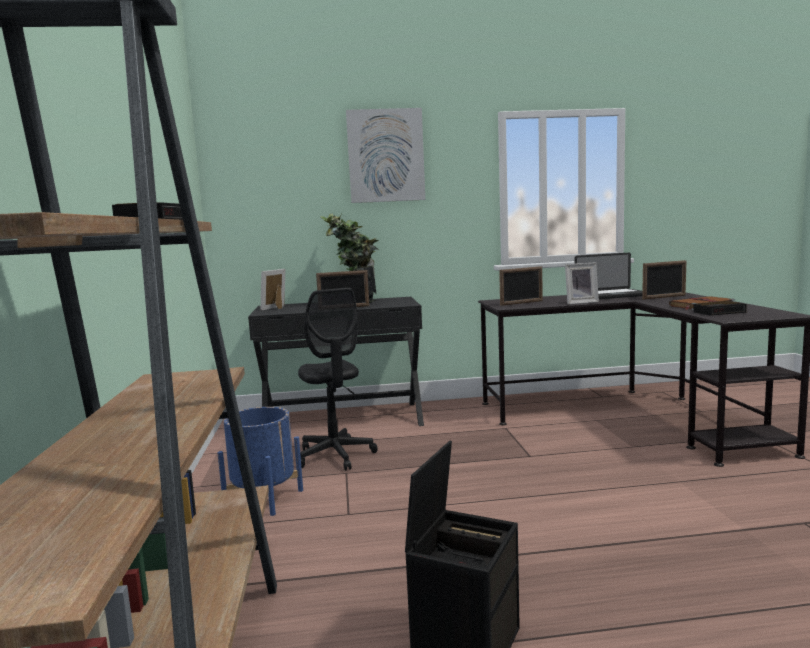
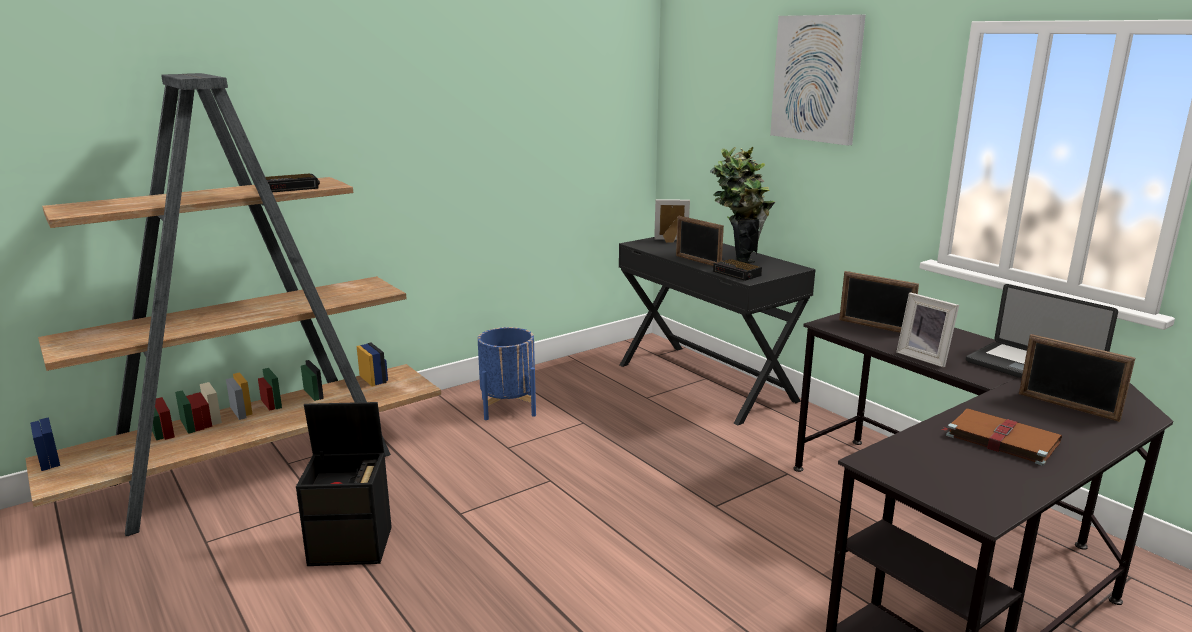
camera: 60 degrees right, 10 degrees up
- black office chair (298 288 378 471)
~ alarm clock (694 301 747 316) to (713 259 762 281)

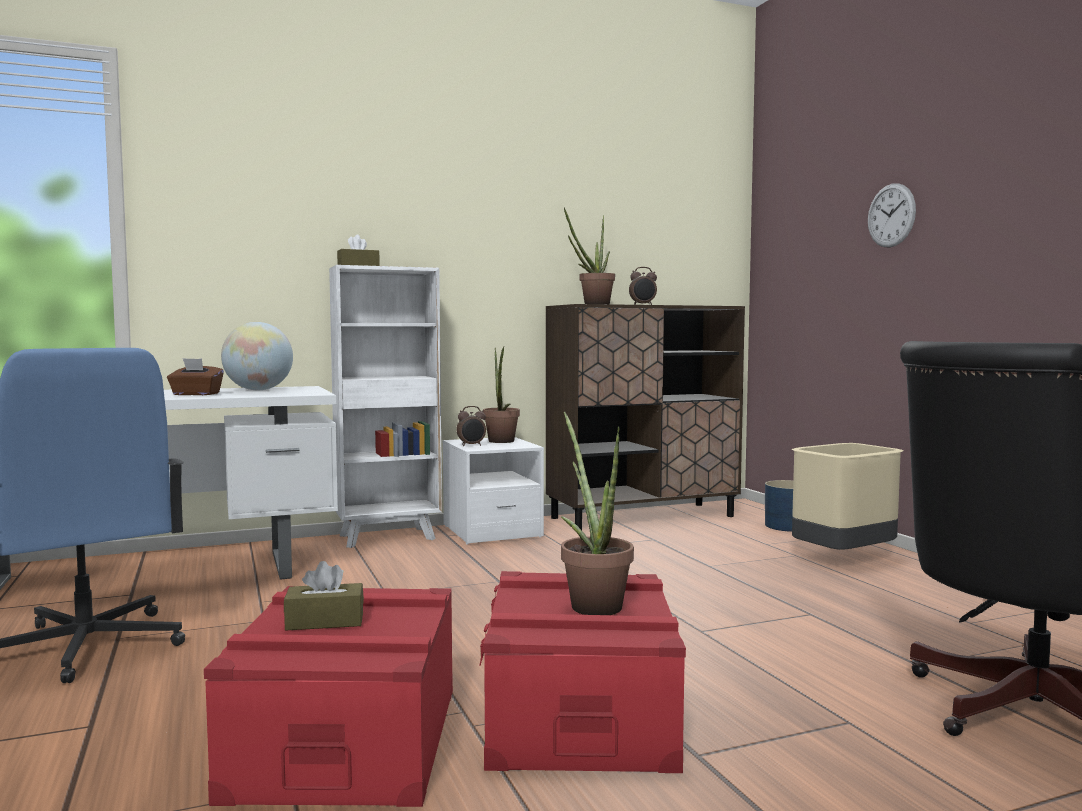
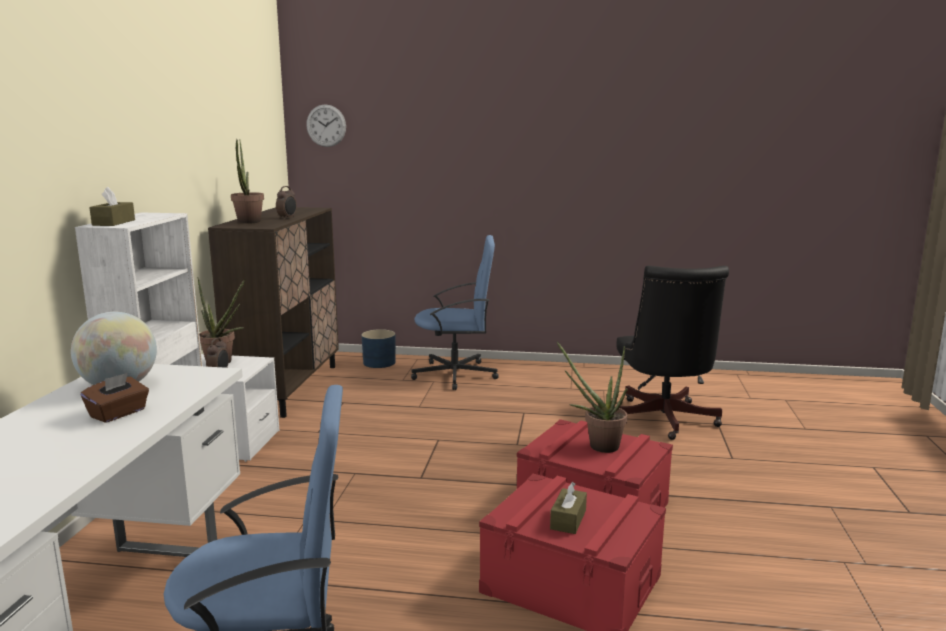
camera: 60 degrees left, 10 degrees up
~ beige trash can (791 443 903 550) to blue office chair (411 235 499 390)
~ wall clock (868 183 916 247) to (306 104 346 147)

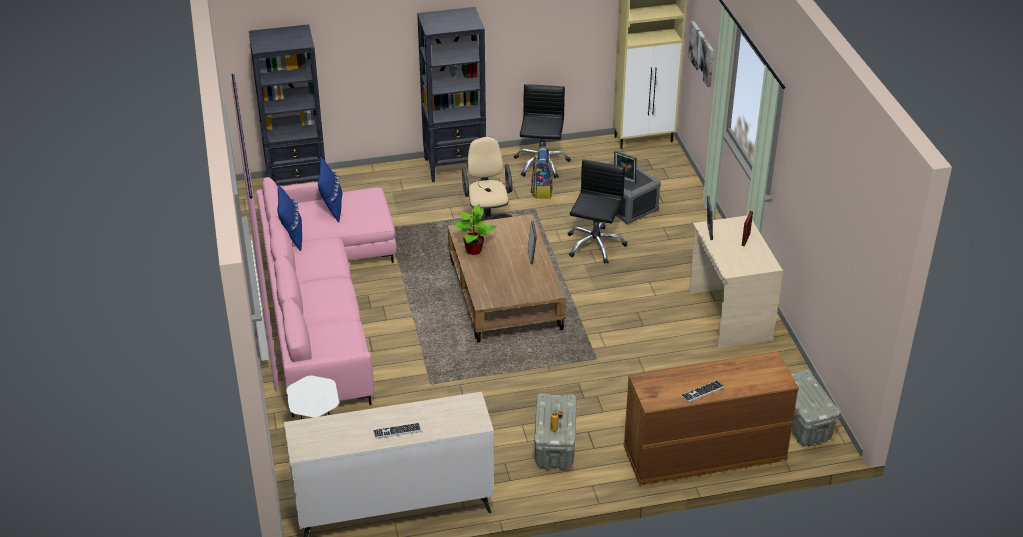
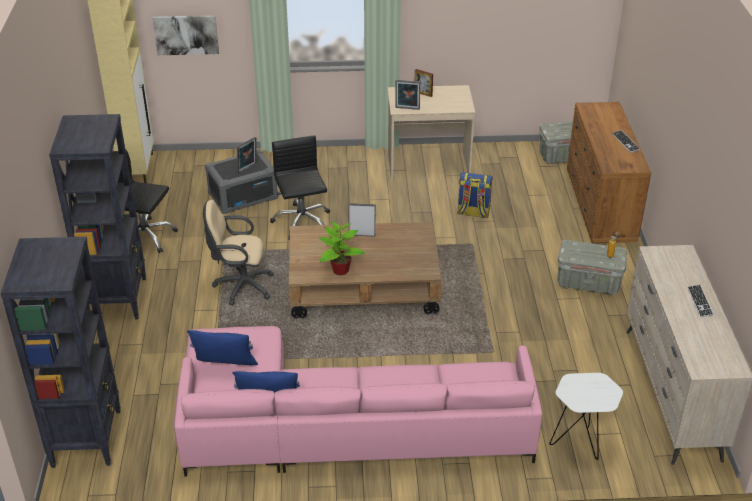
camera: 80 degrees left, 0 degrees up
~ backpack (531 146 553 199) to (457 172 493 218)
~ black office chair (568 160 627 264) = (270 135 330 240) 45 degrees clockwise

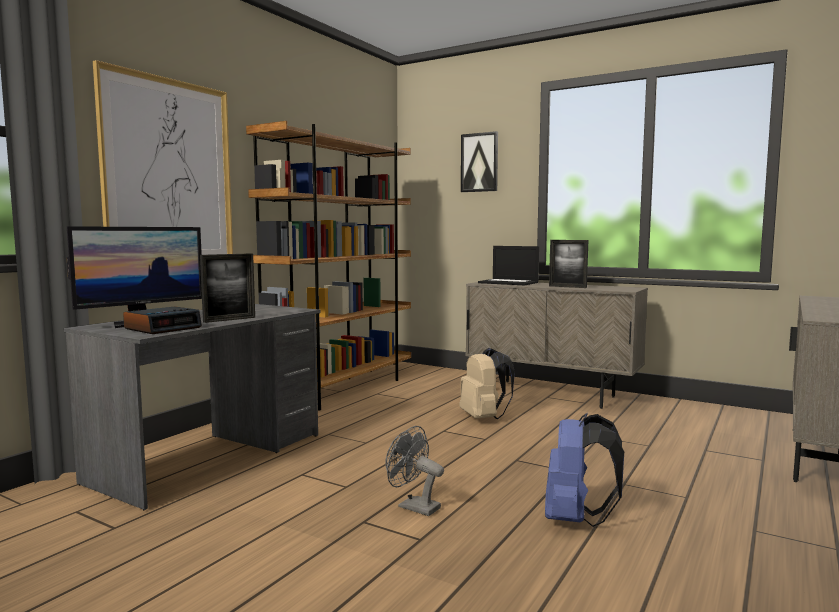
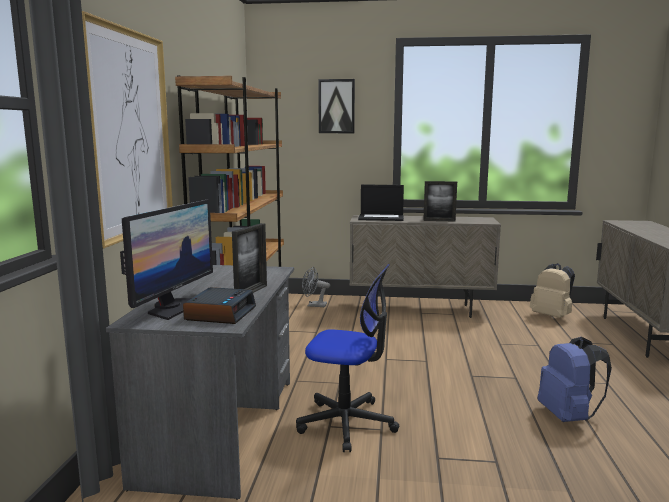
camera: 25 degrees left, 5 degrees up
~ grey fan (385 426 444 516) to (302 267 330 307)
~ beige backpack (459 348 515 419) to (530 263 575 318)
+ office chair (296 264 399 452)

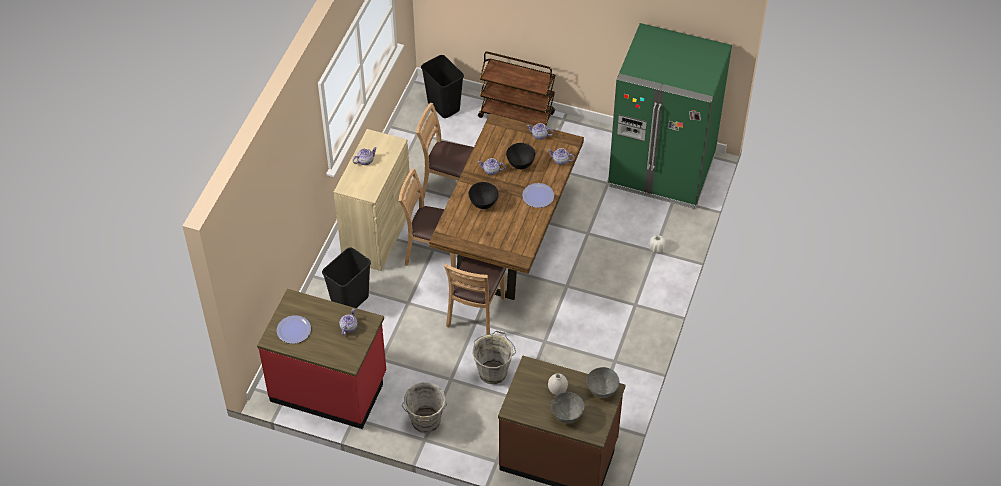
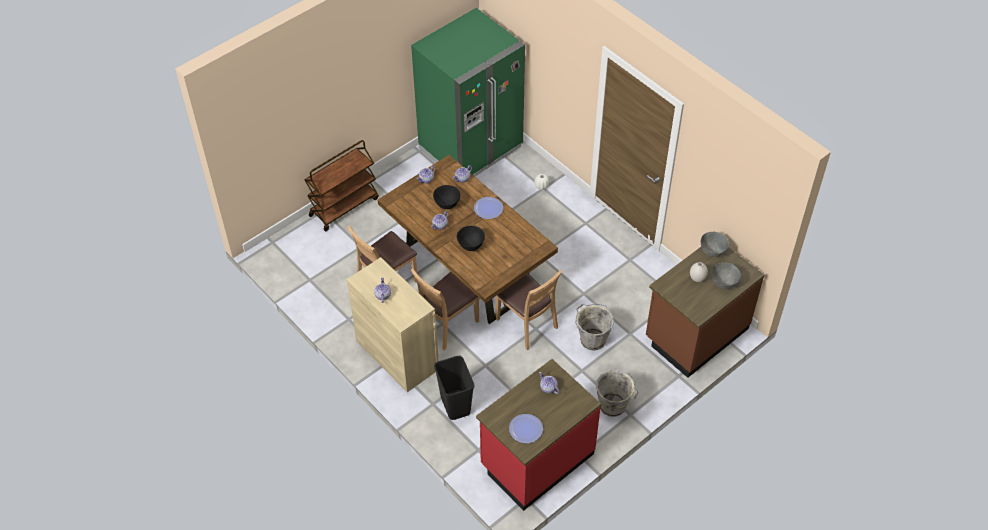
camera: 60 degrees left, 0 degrees up
- black trash can (421 55 464 118)

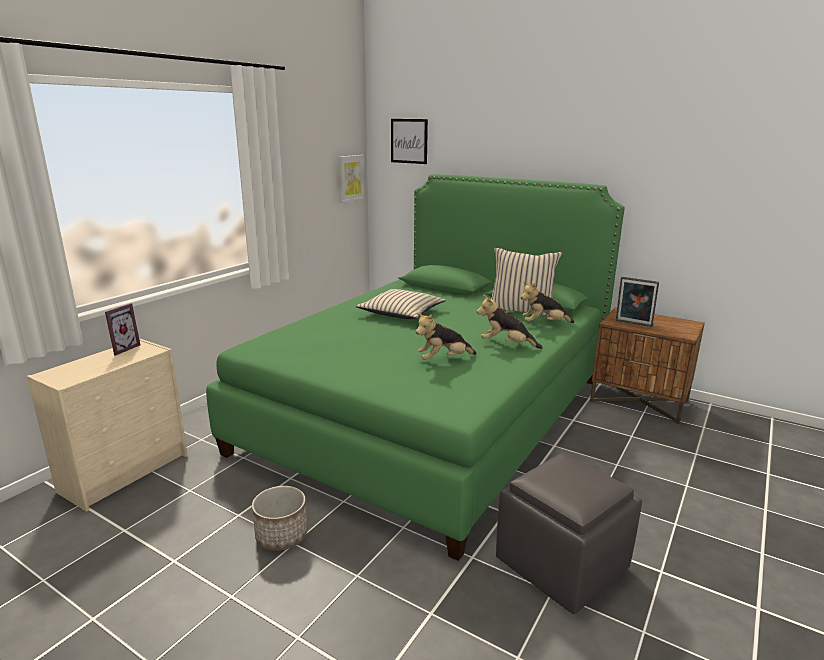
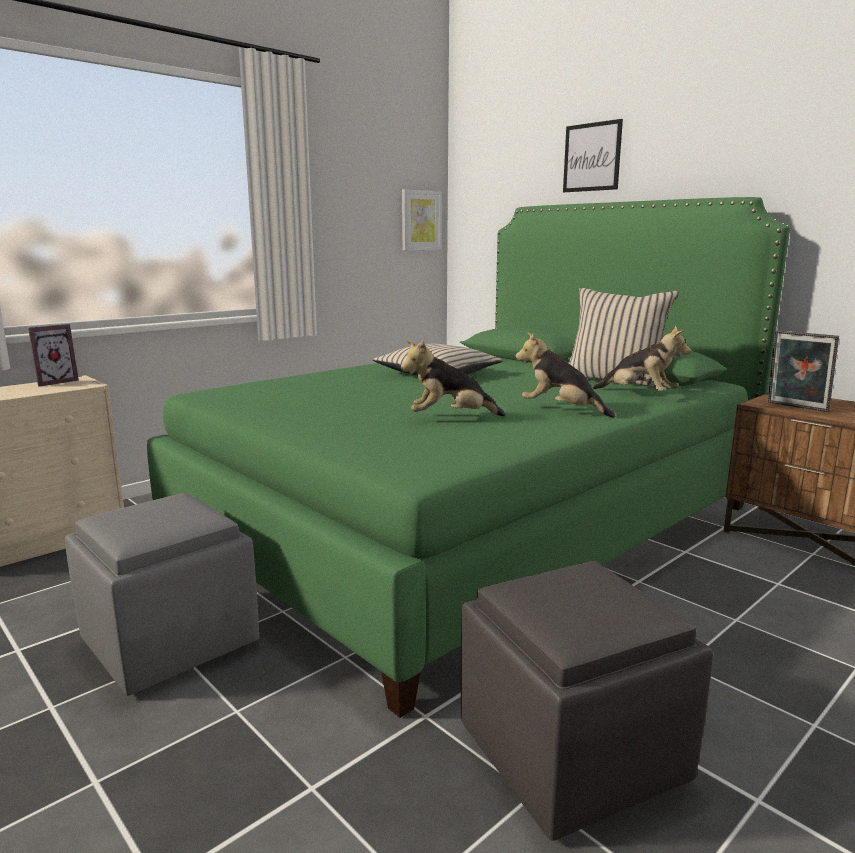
camera: 15 degrees right, 5 degrees down
~ planter (252 486 308 551) to grey ottoman (65 493 259 696)
~ picture (391 119 428 164) to (563 119 623 192)
~ plush toy (521 282 574 323) = (593 325 691 391) 150 degrees counterclockwise

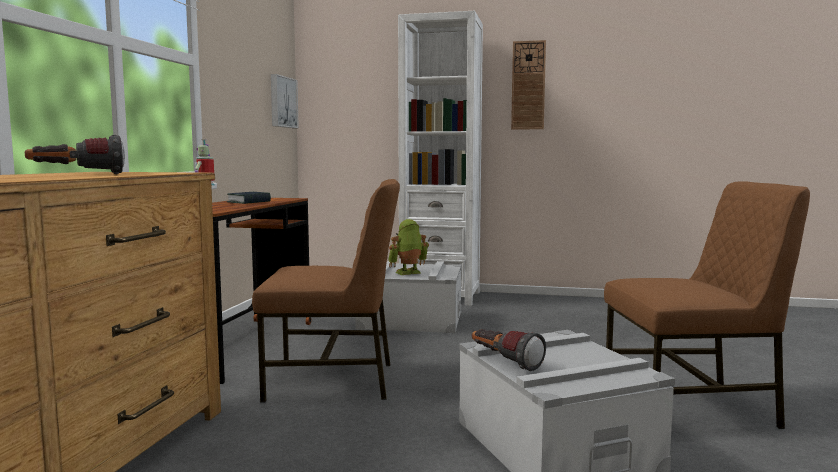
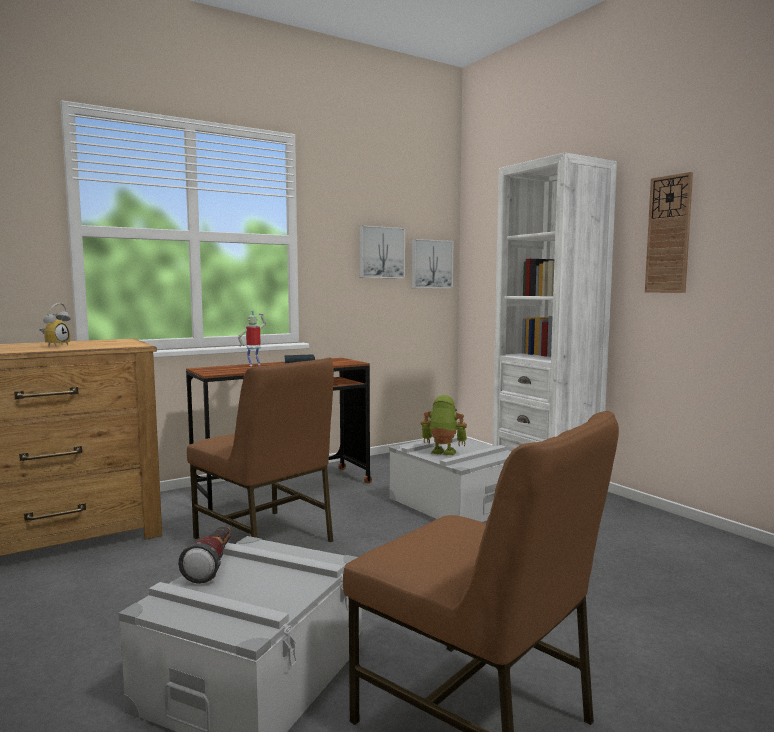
camera: 45 degrees right, 0 degrees up
~ flashlight (25 135 125 174) to alarm clock (39 303 70 347)
+ picture (359 225 405 278)

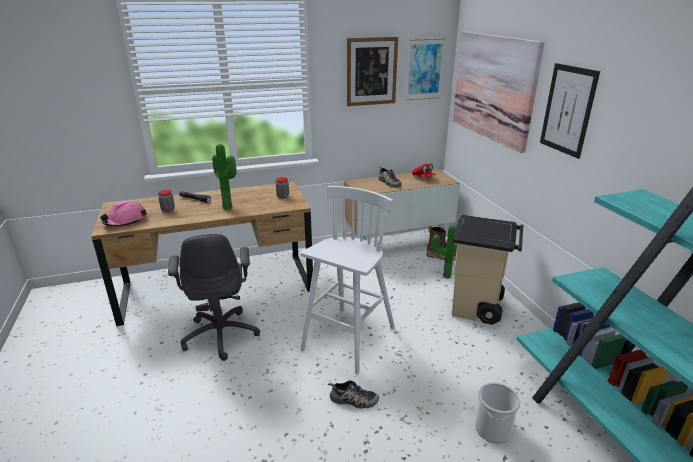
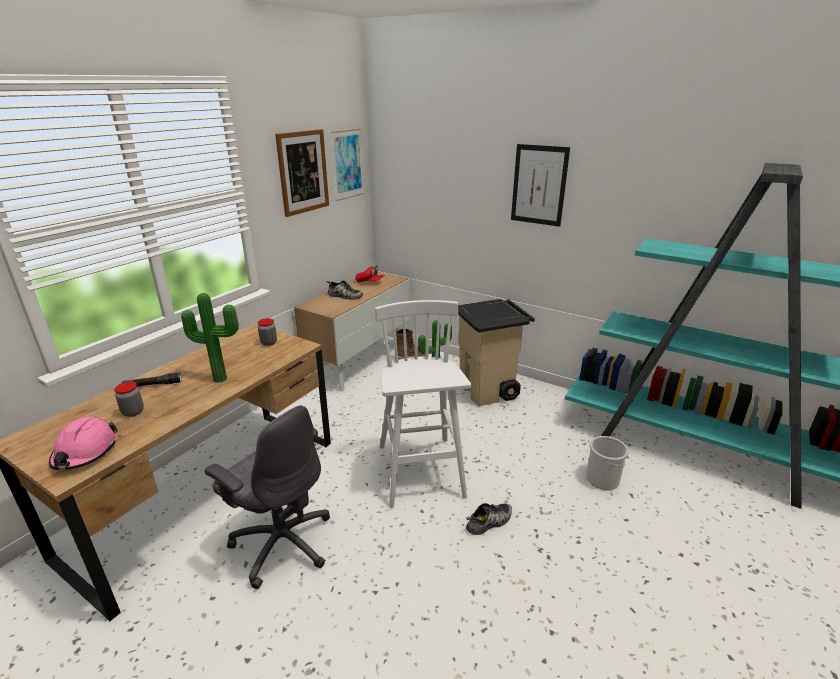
camera: 40 degrees left, 0 degrees up
- picture (453 32 545 153)

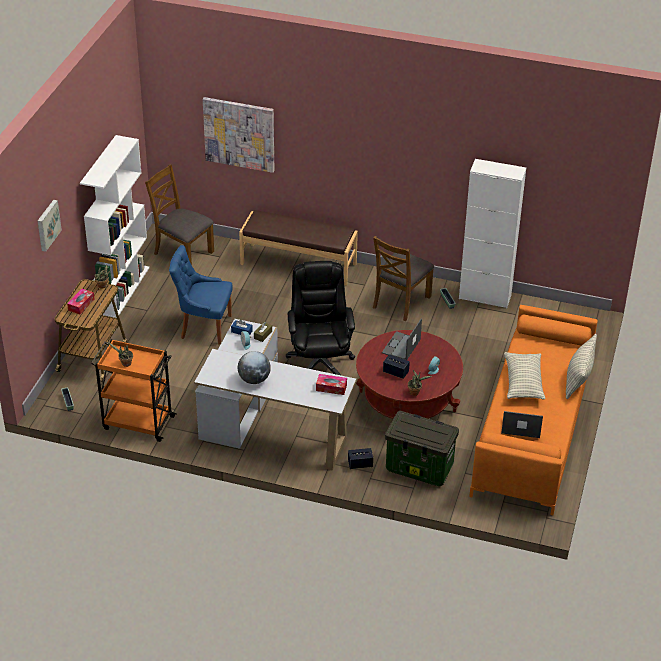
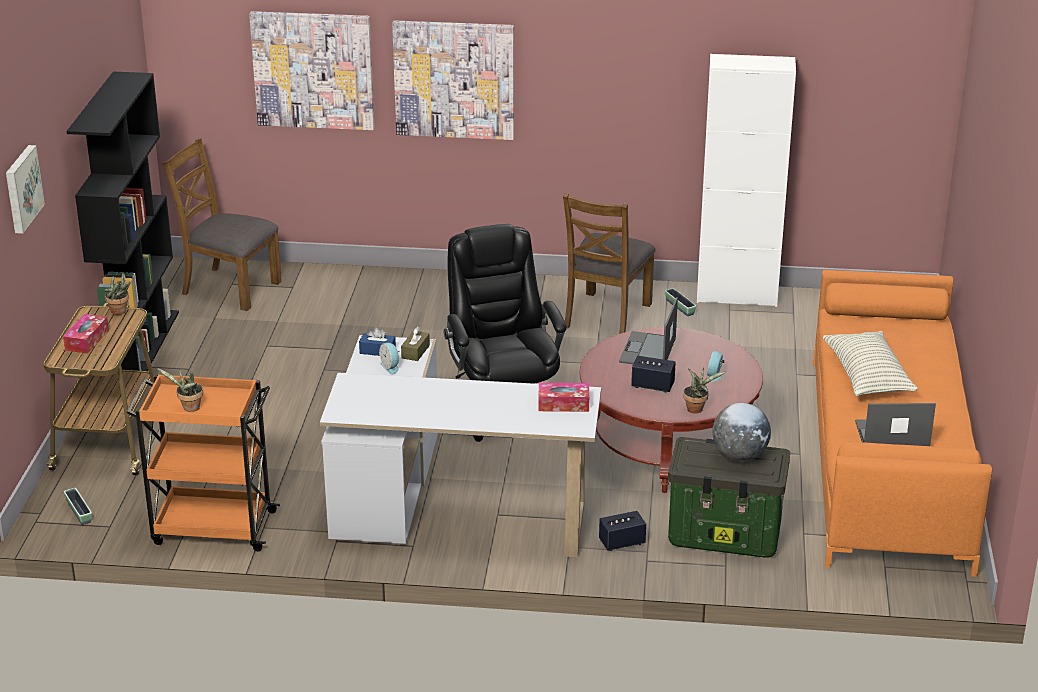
camera: 10 degrees left, 10 degrees down
~ white bookcase (80 135 150 318) to black bookcase (66 71 179 378)
- blue chair (169 245 233 345)
~ globe (238 351 271 384) to (712 403 771 461)
- brown bench (239 210 358 285)
- pillow (566 334 597 399)
+ picture (392 20 514 140)

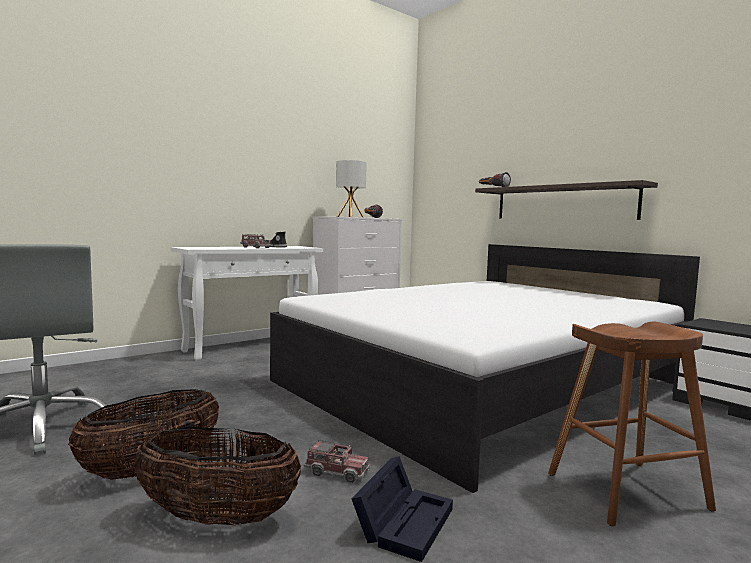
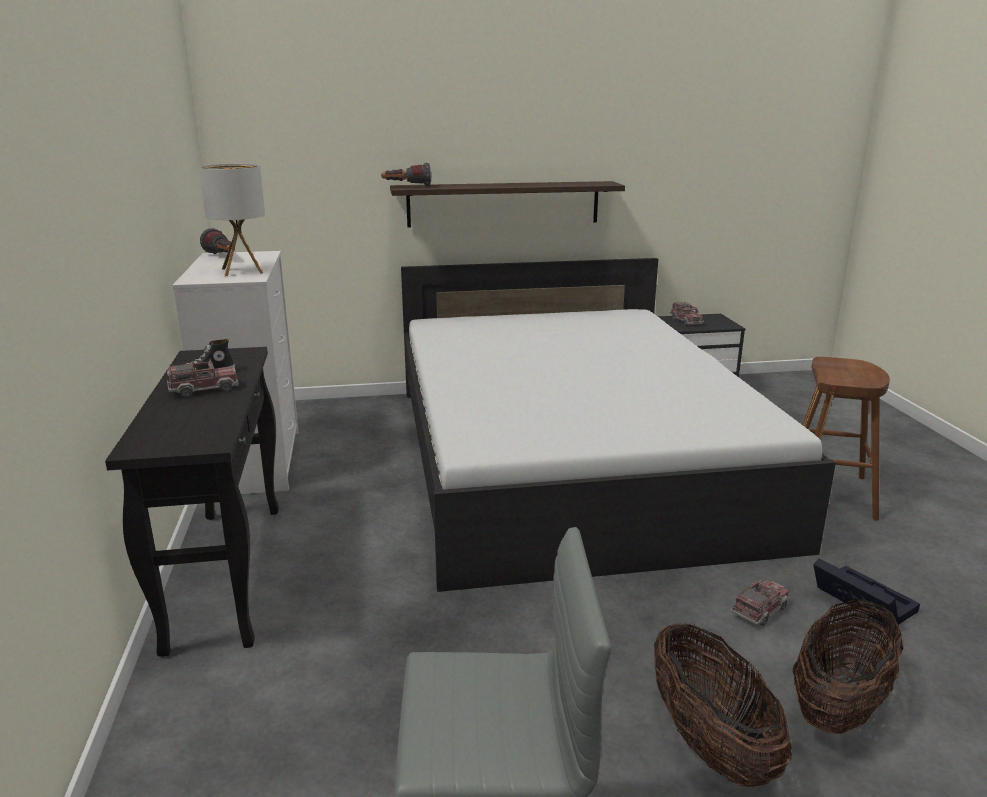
camera: 60 degrees left, 15 degrees up
~ white console table (171 246 323 361) to black console table (105 347 279 657)
+ toy truck (670 302 704 326)

